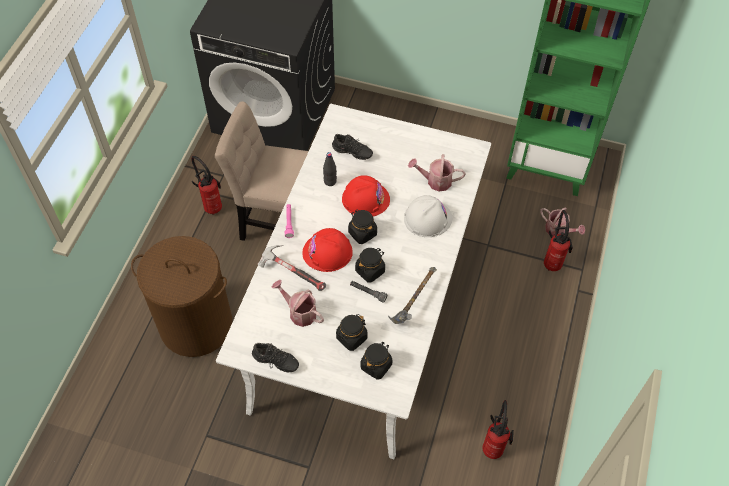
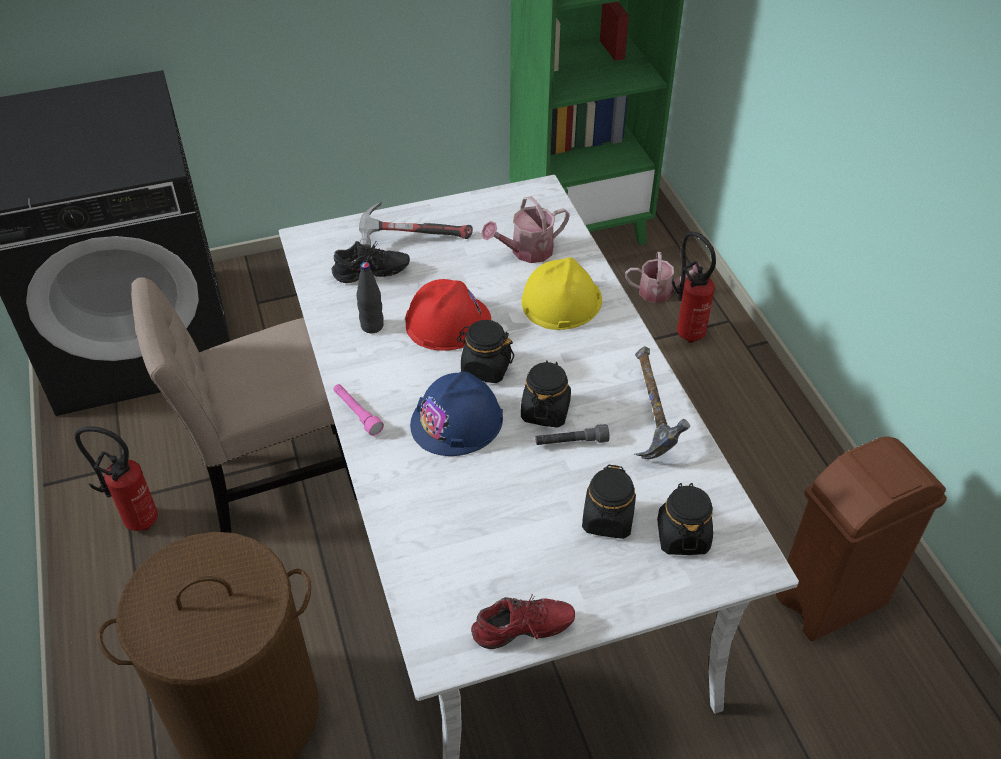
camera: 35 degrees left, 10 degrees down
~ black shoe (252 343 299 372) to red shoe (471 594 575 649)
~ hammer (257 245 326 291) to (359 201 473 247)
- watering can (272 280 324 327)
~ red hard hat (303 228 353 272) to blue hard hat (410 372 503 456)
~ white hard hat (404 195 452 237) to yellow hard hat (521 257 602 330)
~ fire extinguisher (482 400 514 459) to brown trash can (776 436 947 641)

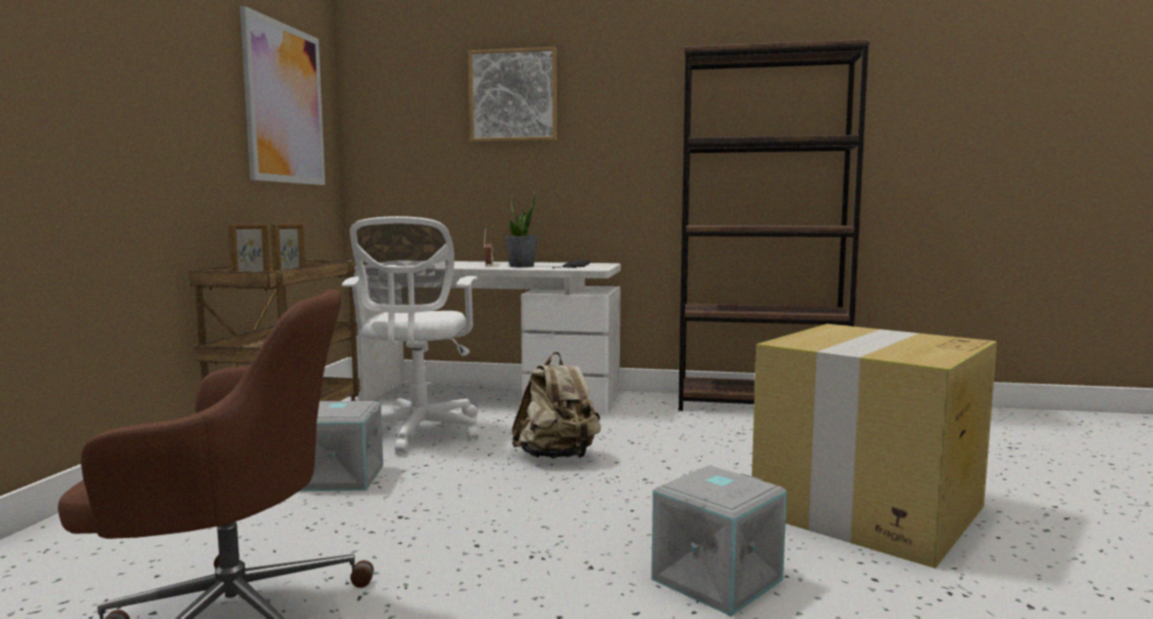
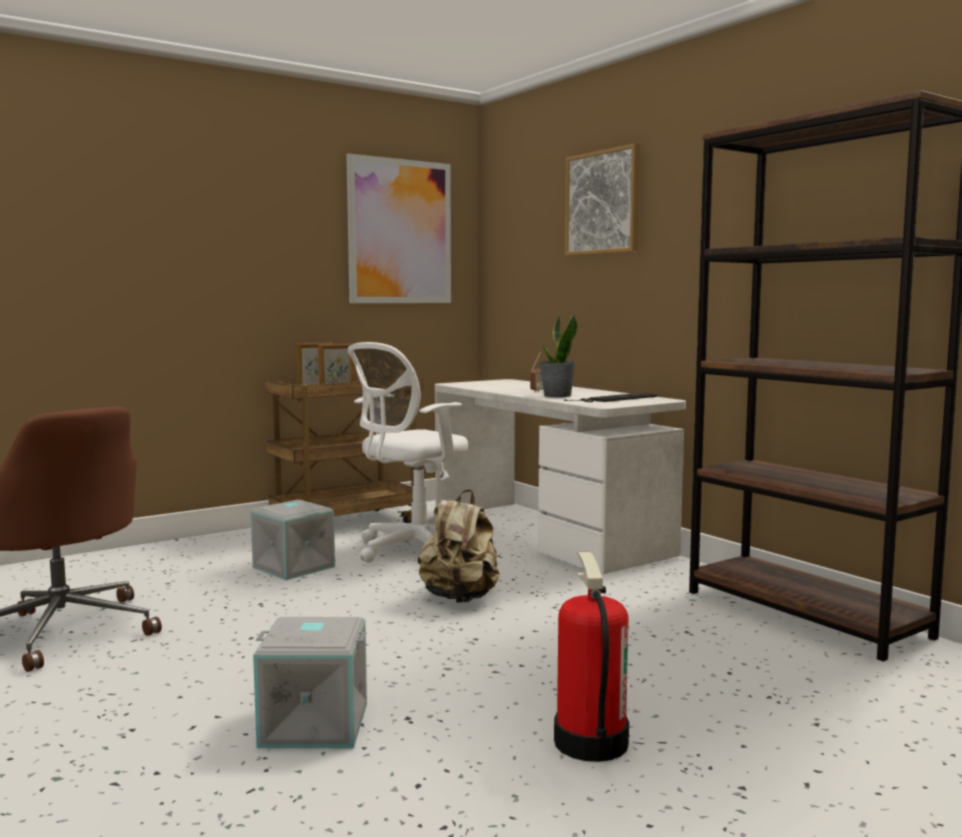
camera: 45 degrees right, 0 degrees up
~ cardboard box (752 324 997 569) to fire extinguisher (554 552 629 762)

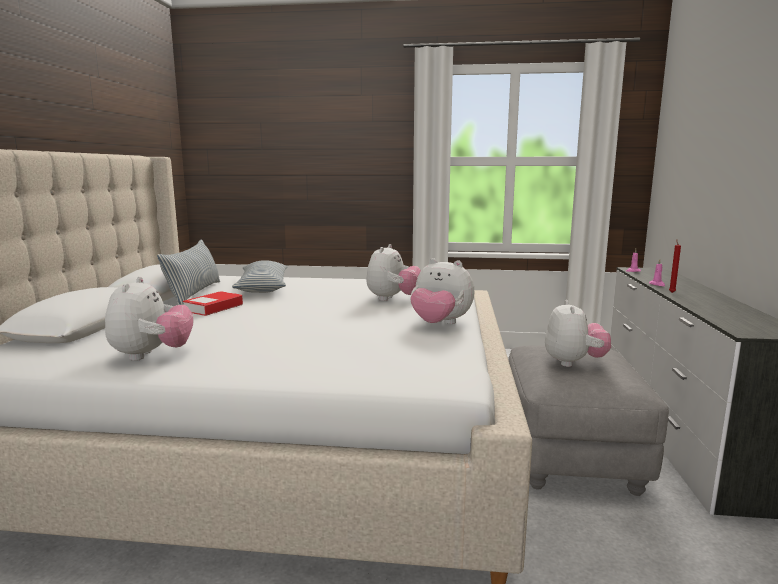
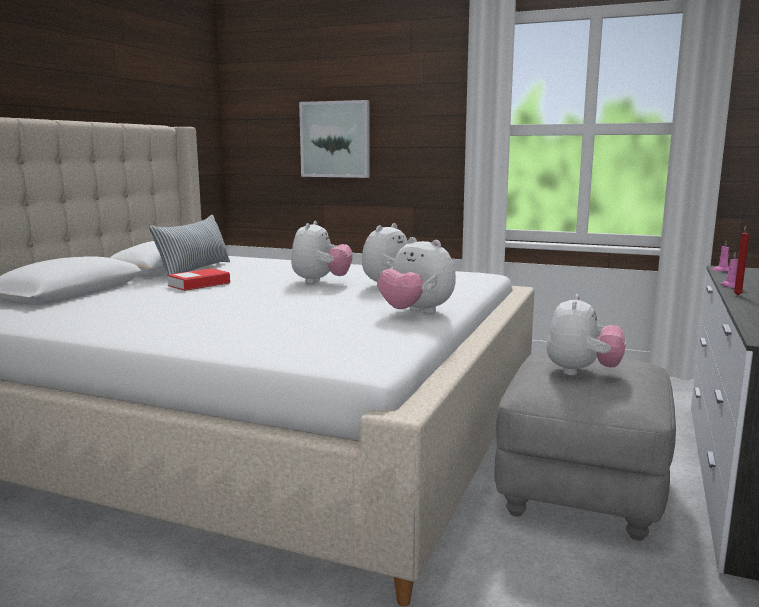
camera: 15 degrees right, 0 degrees up
~ plush toy (105 277 193 361) to (291 221 353 284)
- pillow (232 260 288 293)
+ picture (299 100 370 178)

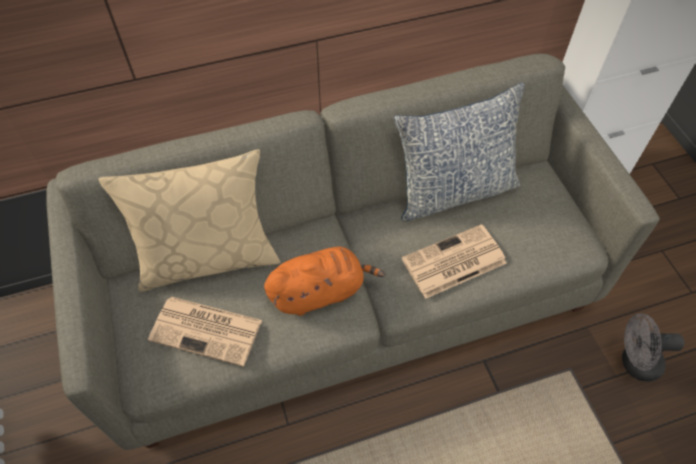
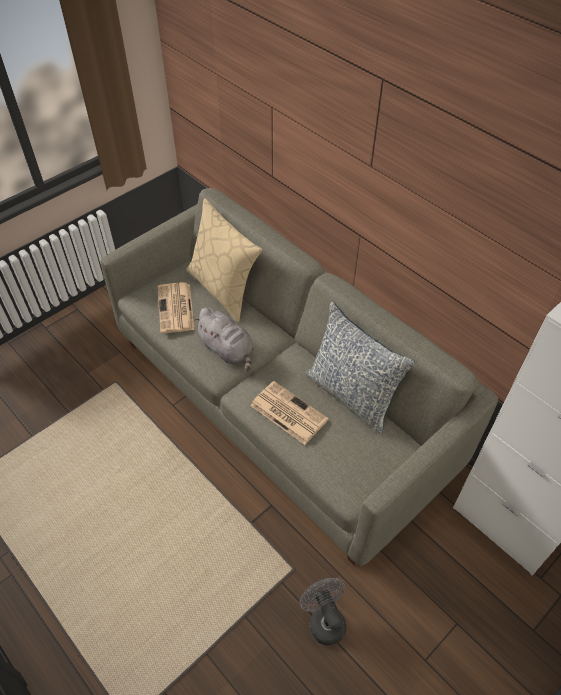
camera: 65 degrees right, 5 degrees down
~ orange plush toy (264 247 385 316) to grey plush toy (193 307 254 371)

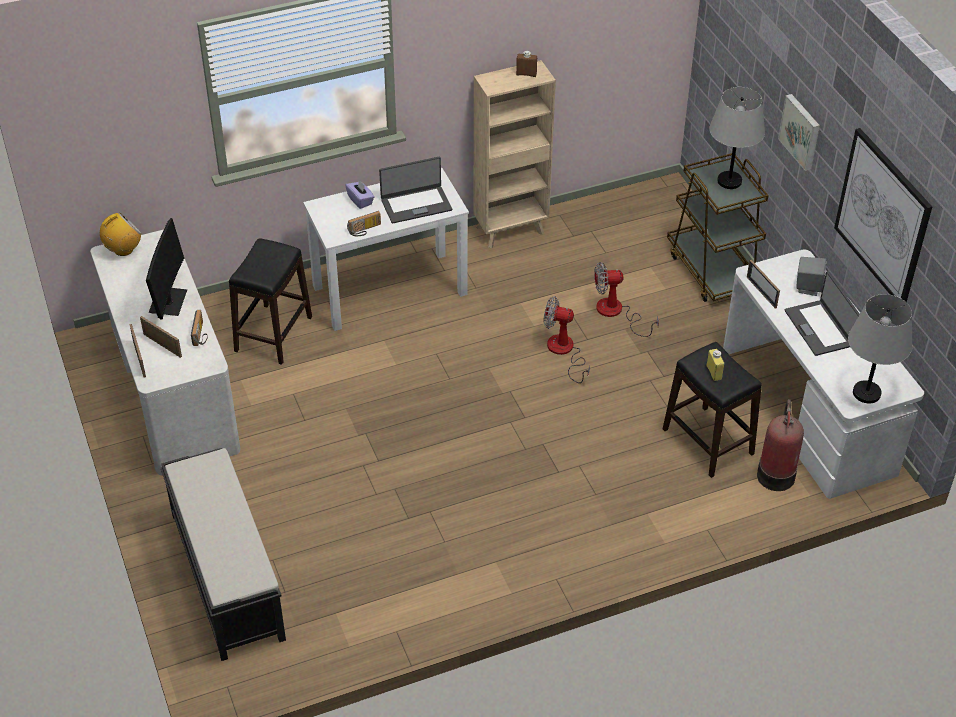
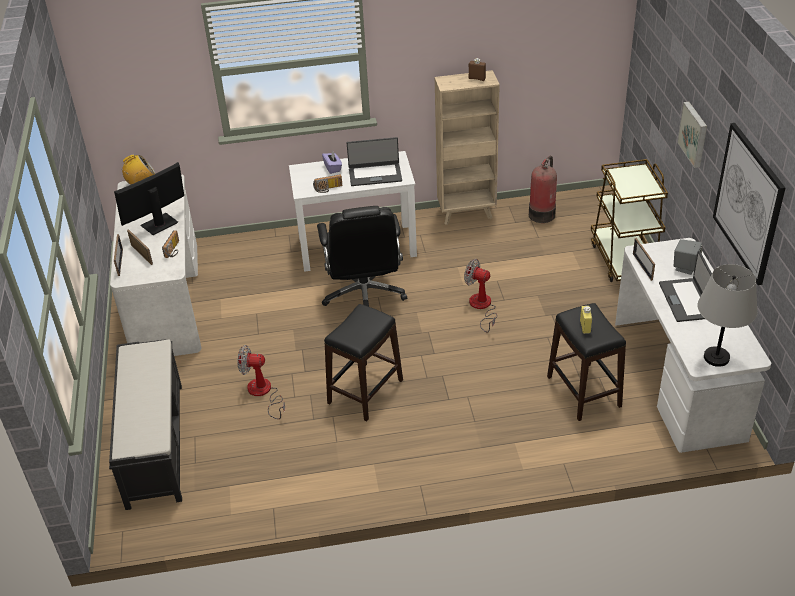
camera: 15 degrees right, 5 degrees down
~ monitor (146 218 187 320) = (114 162 184 235) 150 degrees counterclockwise
~ black stool (229 238 312 365) to (324 304 403 422)
~ fan (594 262 659 337) to (237 345 285 419)
- grey table lamp (709 87 765 189)
~ fire extinguisher (757 399 804 491) to (529 156 557 223)
+ black office chair (317 206 407 307)

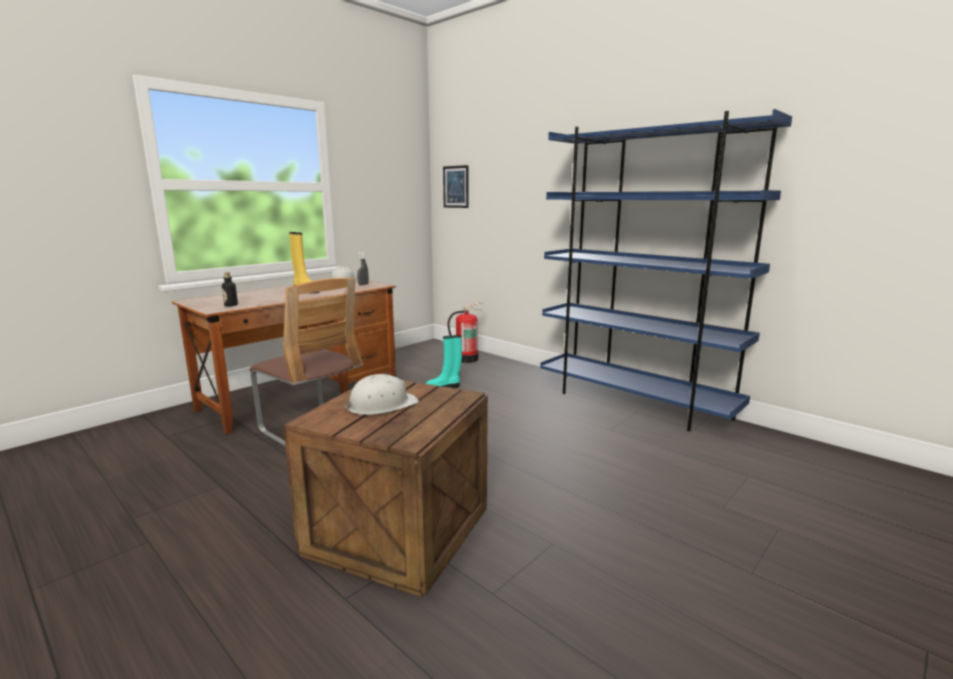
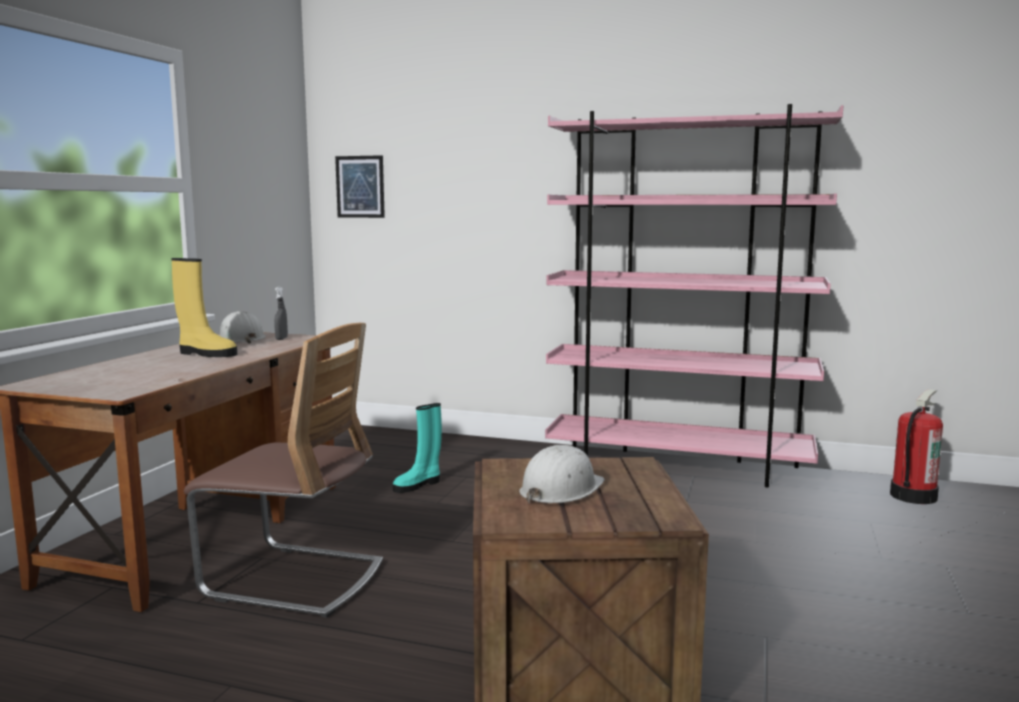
camera: 25 degrees left, 5 degrees down
- bottle (222 272 238 306)
~ fire extinguisher (447 303 486 363) to (890 389 943 504)
~ blue bookcase (540 109 792 431) to pink bookcase (545 104 843 488)

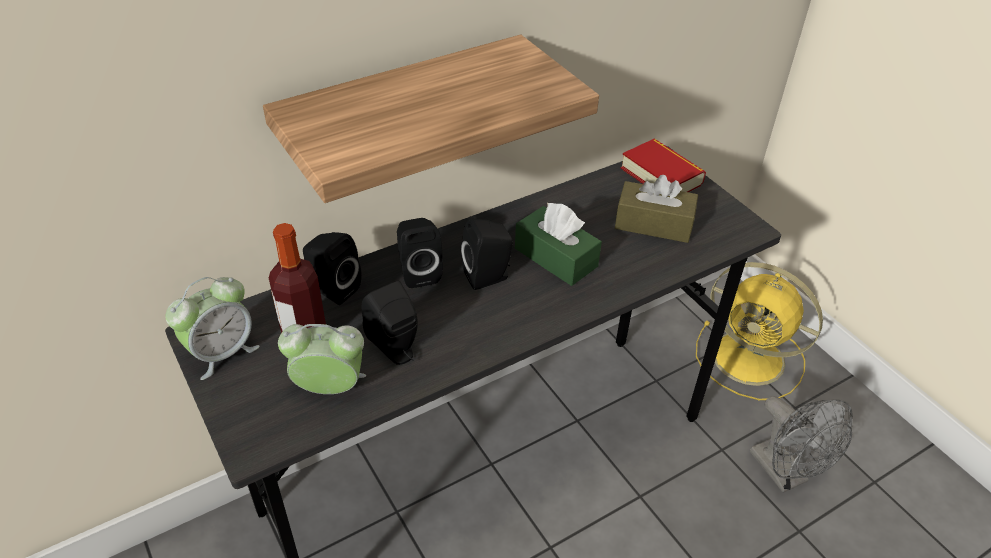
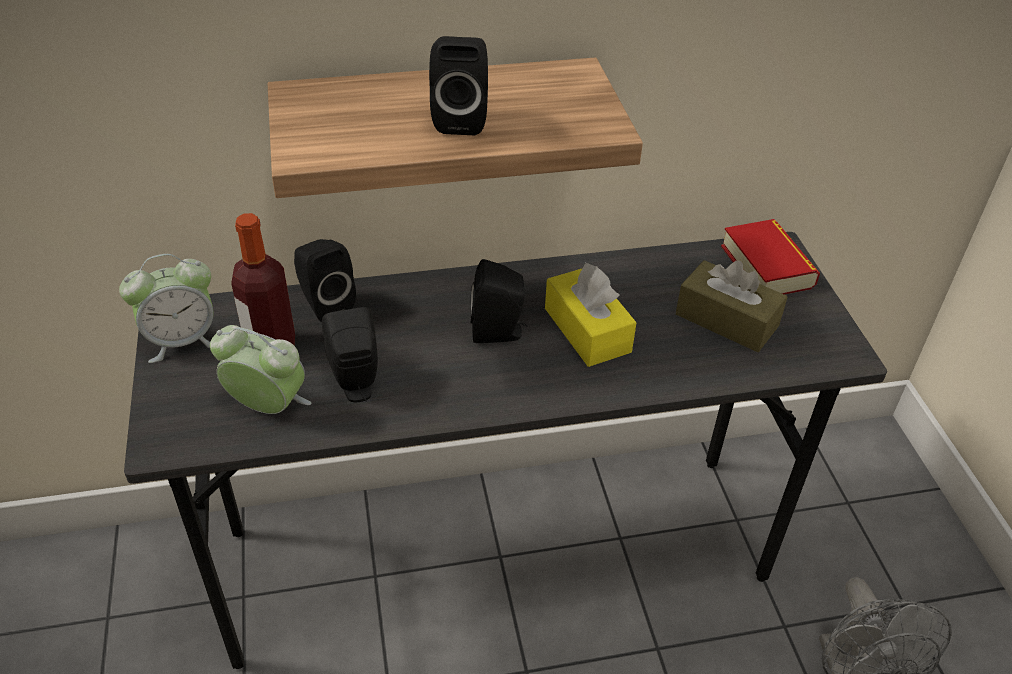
camera: 20 degrees right, 0 degrees up
~ black speaker (397 218 443 288) to (429 36 488 135)
~ green tissue box (515 203 602 286) to yellow tissue box (545 263 637 367)
- yellow fan (696 262 823 400)

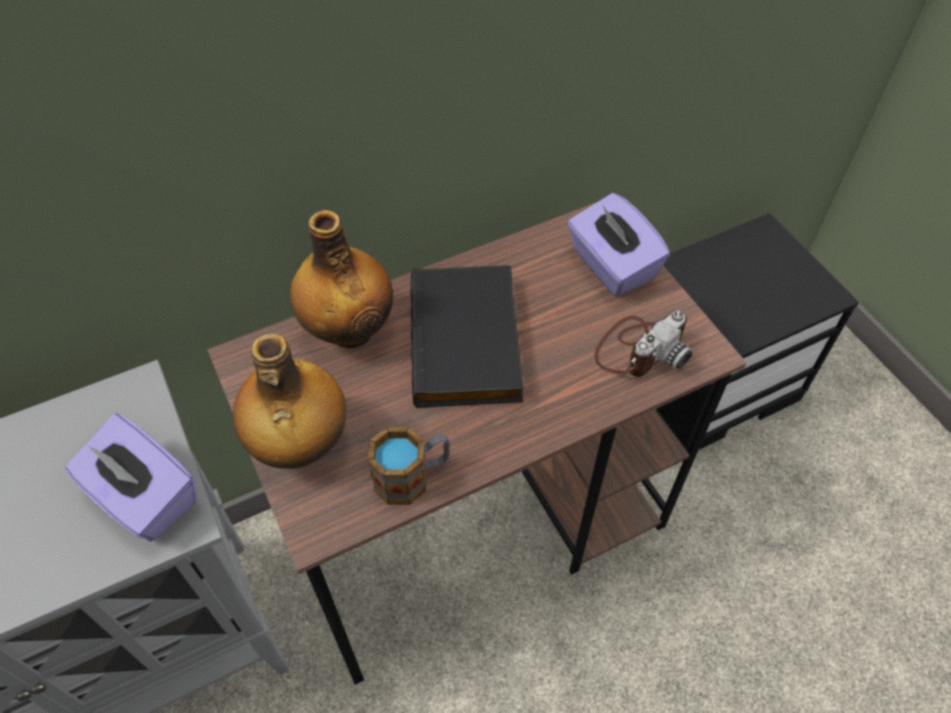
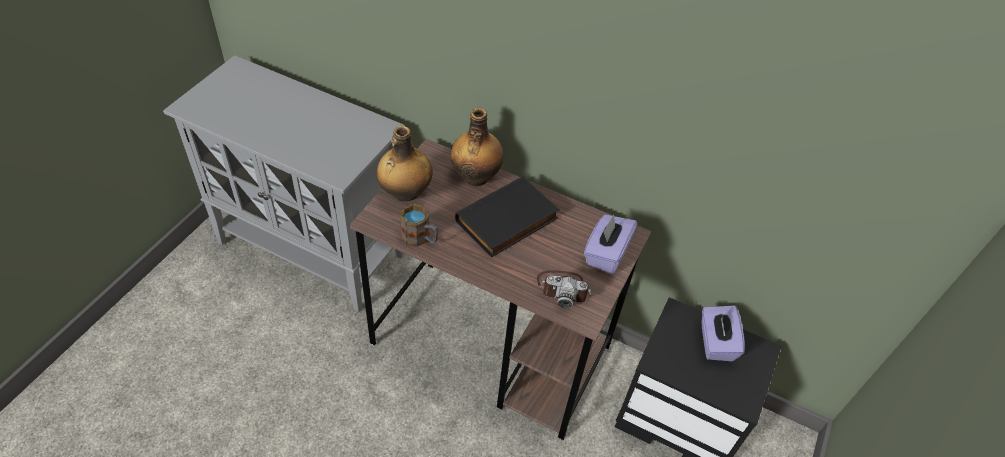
camera: 50 degrees right, 5 degrees down
~ purple tissue box (65 413 197 541) to (702 305 745 361)

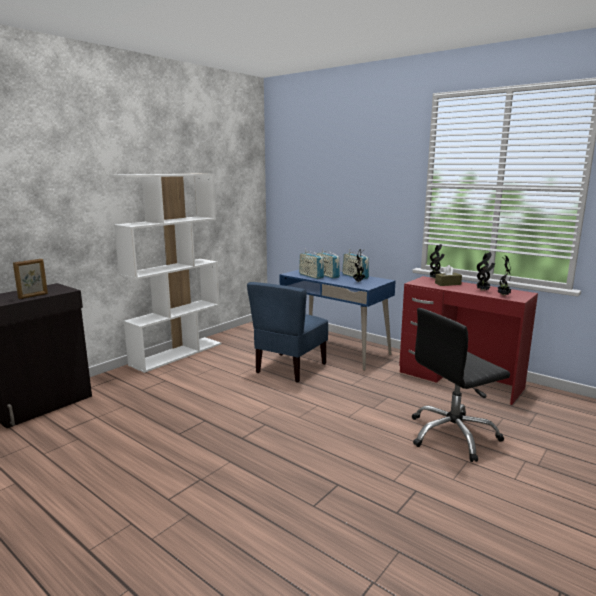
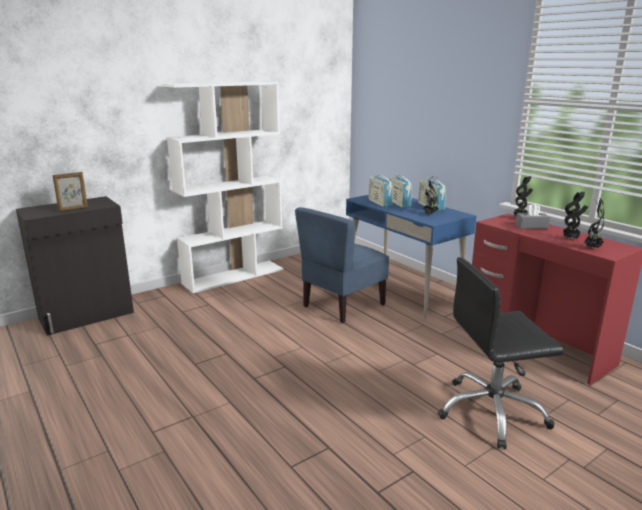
camera: 15 degrees right, 5 degrees up
~ brown tissue box (435 265 462 286) to grey tissue box (515 203 550 229)

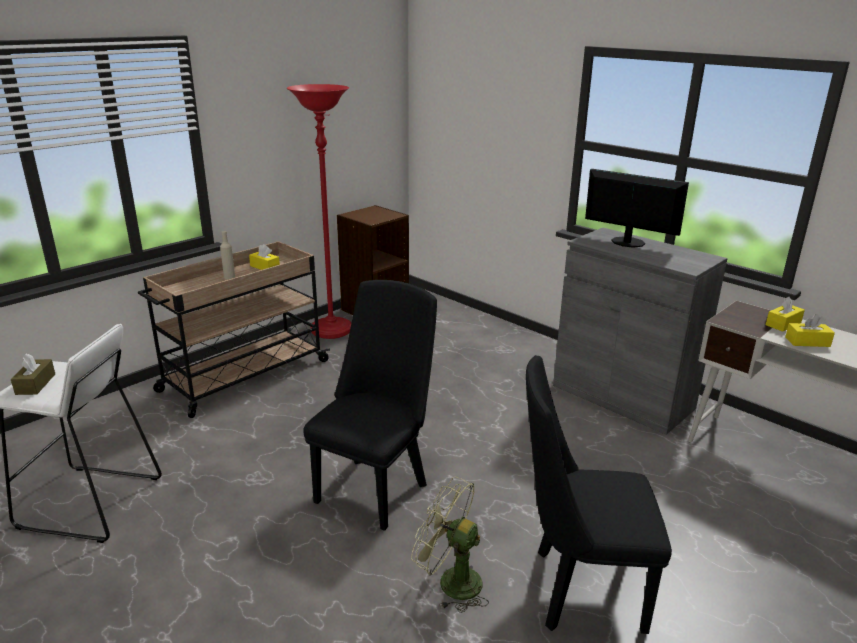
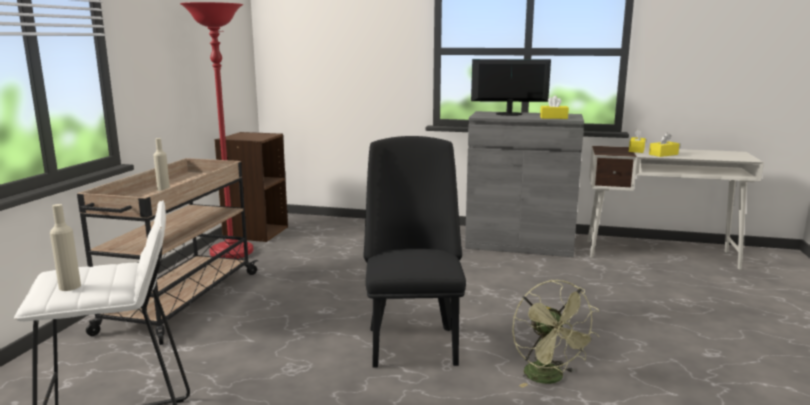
camera: 30 degrees left, 10 degrees down
~ brown tissue box (11 353 55 395) to beige bottle (50 204 81 291)
~ yellow tissue box (249 244 280 270) to (540 95 569 119)
~ green fan (411 476 489 613) = (512 280 599 388) 105 degrees counterclockwise
- black chair (526 355 672 634)

